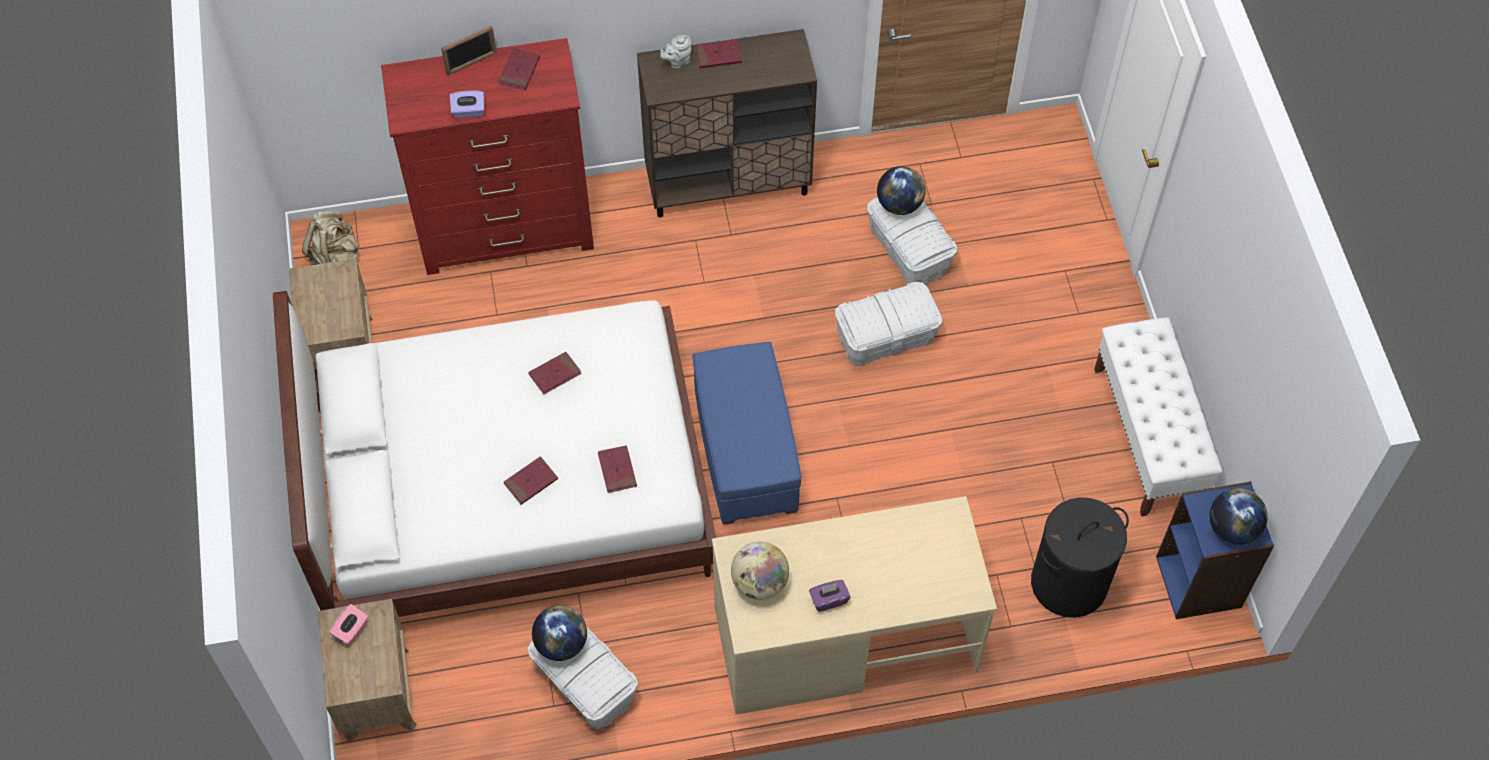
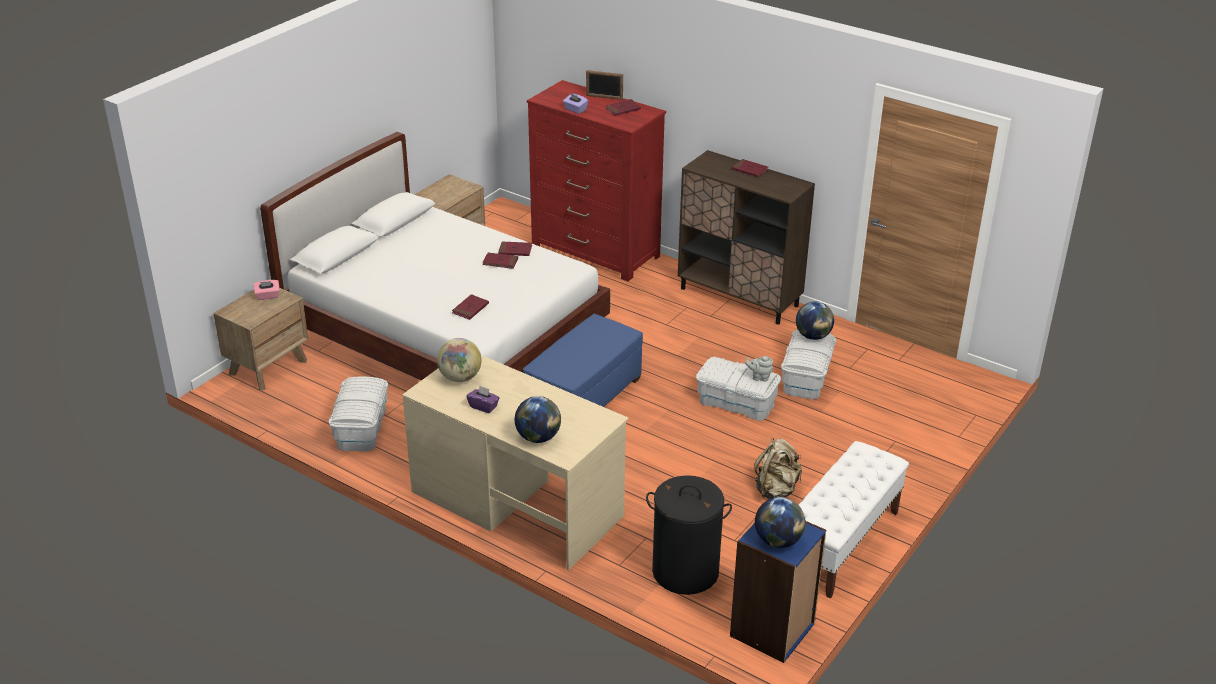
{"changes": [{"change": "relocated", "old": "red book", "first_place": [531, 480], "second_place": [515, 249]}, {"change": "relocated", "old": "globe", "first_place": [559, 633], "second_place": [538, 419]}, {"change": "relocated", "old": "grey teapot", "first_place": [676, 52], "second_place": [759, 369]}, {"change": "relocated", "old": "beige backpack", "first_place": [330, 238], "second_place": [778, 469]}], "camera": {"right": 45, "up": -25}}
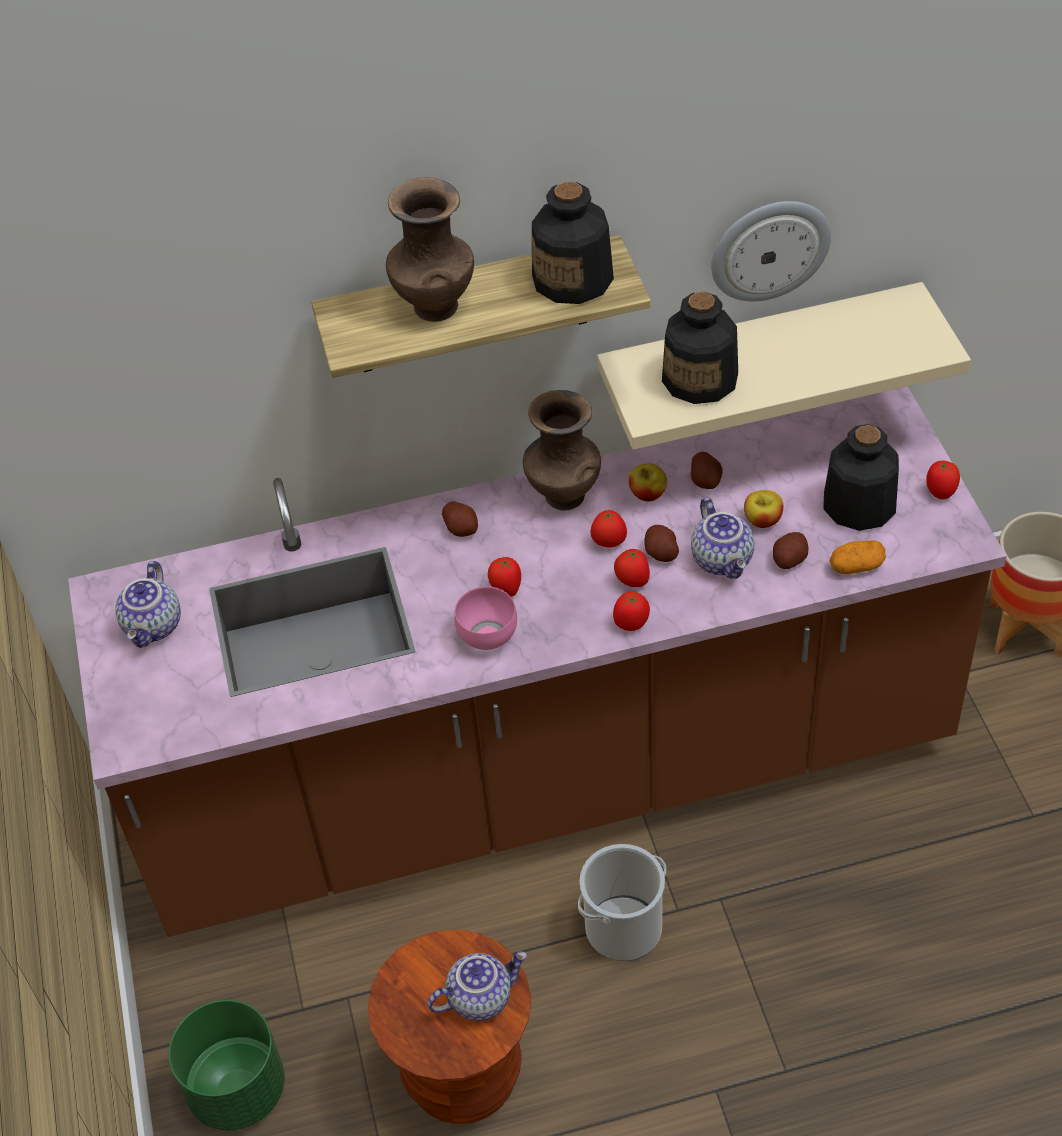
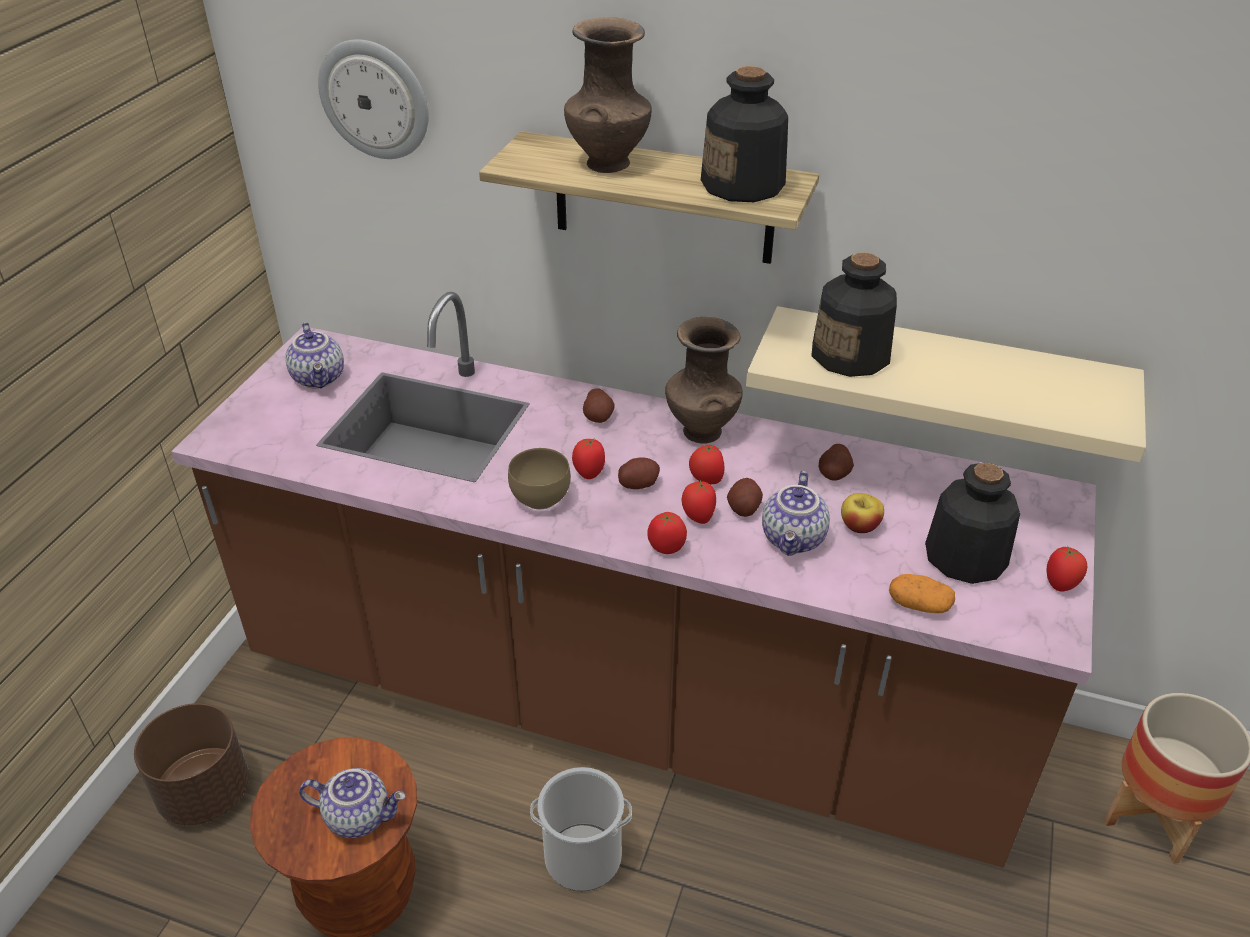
{"changes": [{"change": "colour", "old": "green planter", "new": "brown planter", "first_place": [226, 1065], "second_place": [191, 764]}, {"change": "spun", "old": "teapot", "first_place": [148, 604], "second_place": [314, 355], "degrees": -60}, {"change": "relocated", "old": "wall clock", "first_place": [771, 251], "second_place": [373, 99]}, {"change": "colour", "old": "pink bowl", "new": "brown bowl", "first_place": [485, 618], "second_place": [539, 478]}, {"change": "relocated", "old": "potato", "first_place": [791, 550], "second_place": [639, 473]}, {"change": "missing", "old": "apple", "first_place": [648, 482]}], "camera": {"right": 30, "up": -10}}
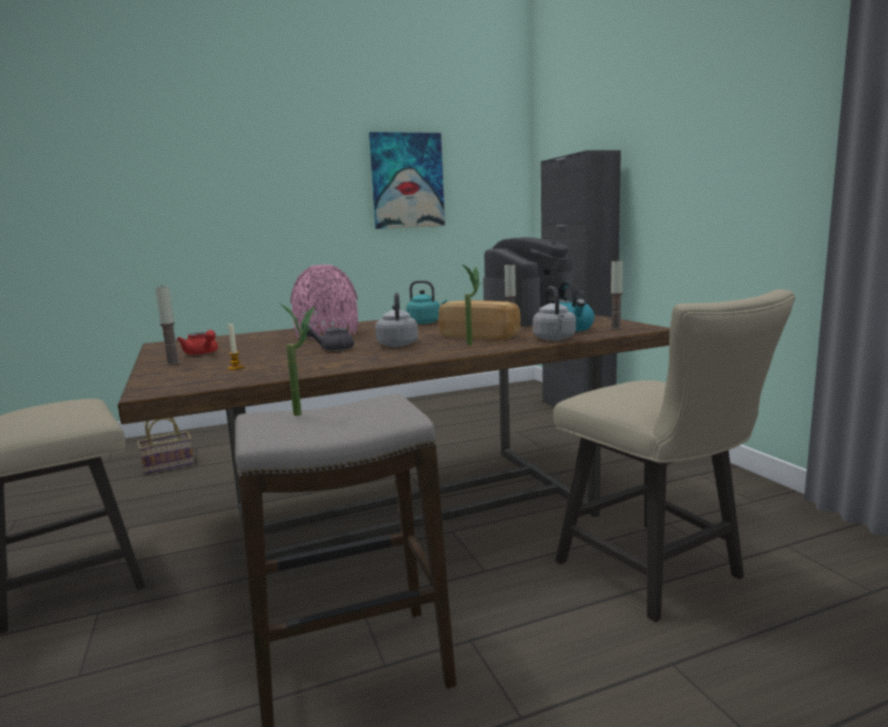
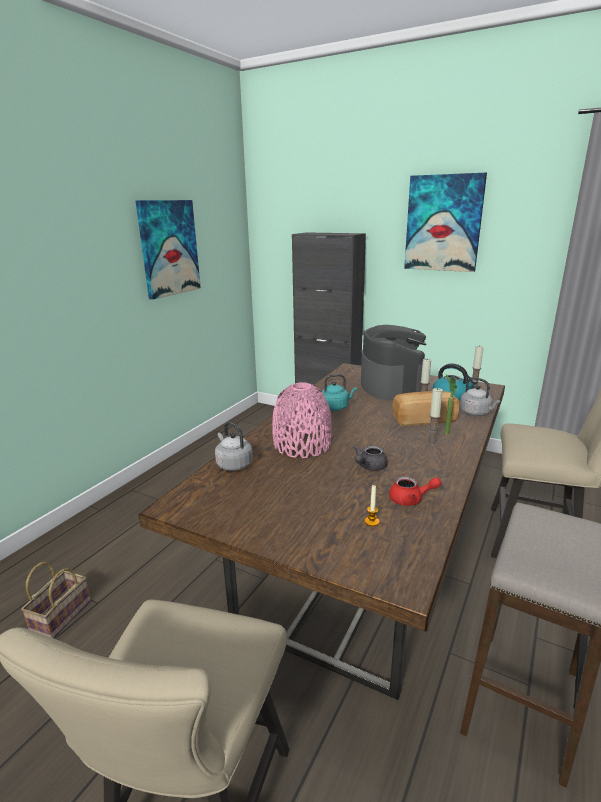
{"changes": [{"change": "relocated", "old": "grey kettle", "first_place": [396, 320], "second_place": [234, 446]}, {"change": "relocated", "old": "red teapot", "first_place": [197, 342], "second_place": [415, 491]}, {"change": "appeared", "new": "picture", "second_place": [445, 222]}, {"change": "relocated", "old": "candle", "first_place": [167, 325], "second_place": [435, 417]}, {"change": "missing", "old": "potted plant", "first_place": [297, 359]}], "camera": {"right": -40, "up": 10}}
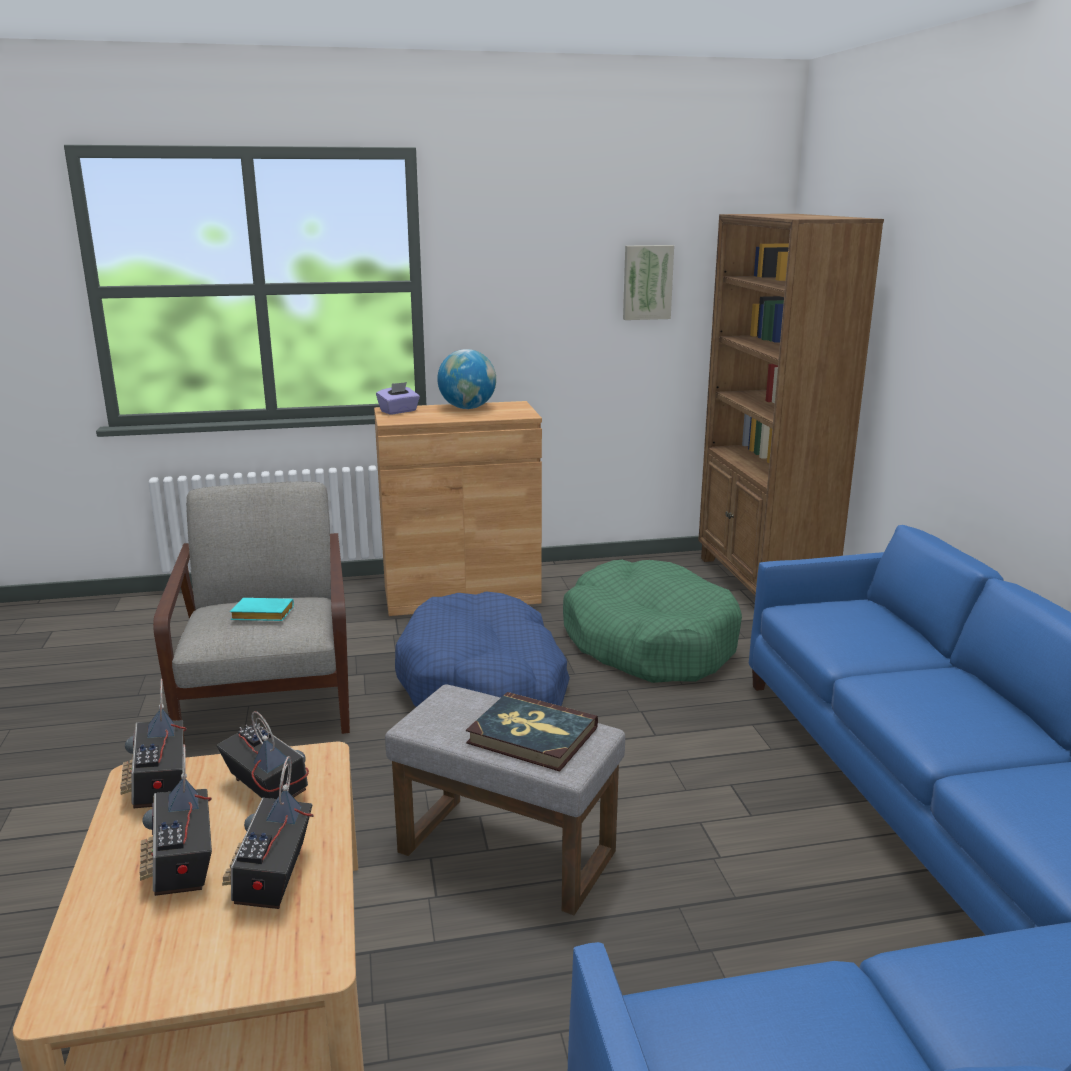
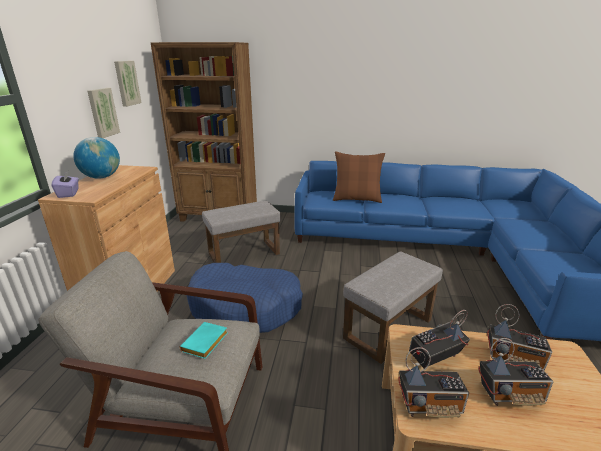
{"changes": [{"change": "appeared", "new": "picture", "second_place": [104, 113]}, {"change": "exchanged", "old": "green dog bed", "new": "grey ottoman", "first_place": [652, 621], "second_place": [241, 232]}, {"change": "appeared", "new": "brown pillow", "second_place": [359, 177]}, {"change": "missing", "old": "book", "first_place": [532, 731]}], "camera": {"right": -70, "up": 5}}
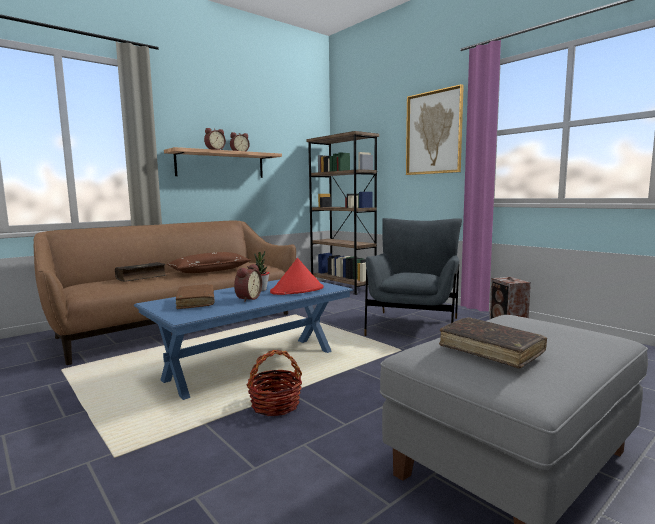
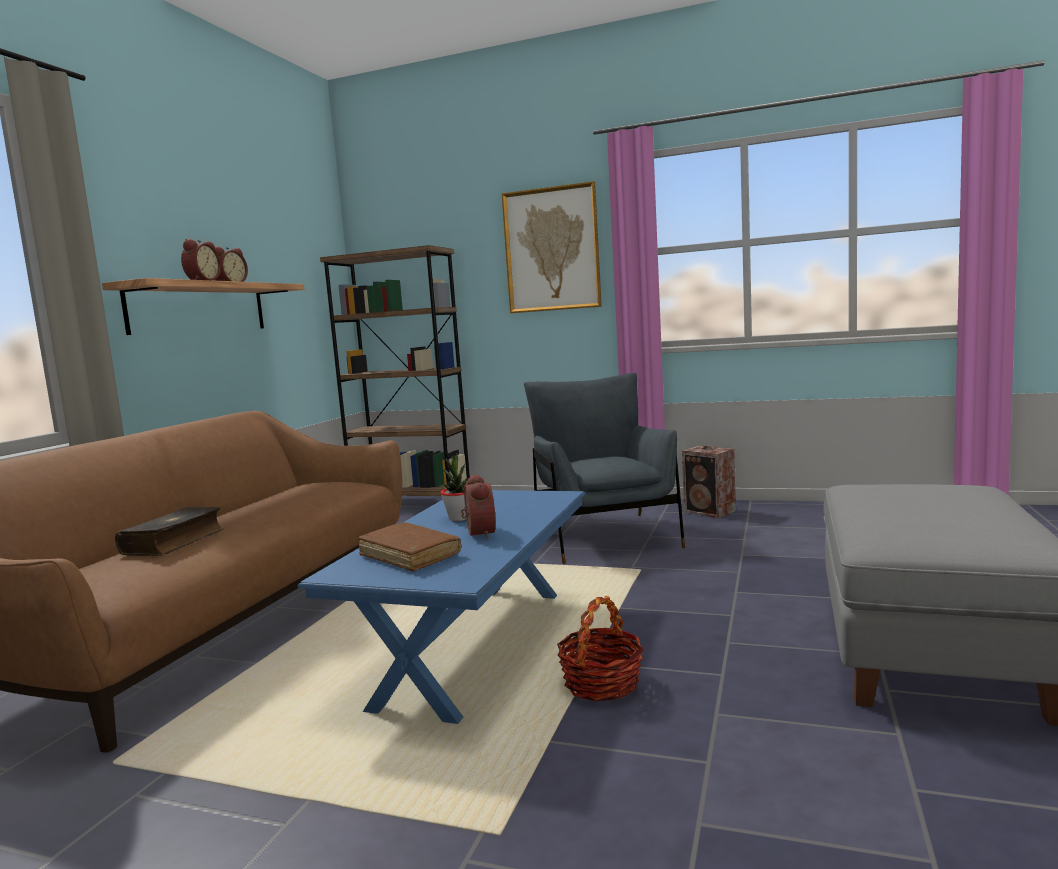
{"changes": [{"change": "missing", "old": "brown pillow", "first_place": [209, 262]}, {"change": "missing", "old": "red hat", "first_place": [297, 276]}, {"change": "missing", "old": "brown book", "first_place": [493, 343]}], "camera": {"right": -30, "up": 0}}
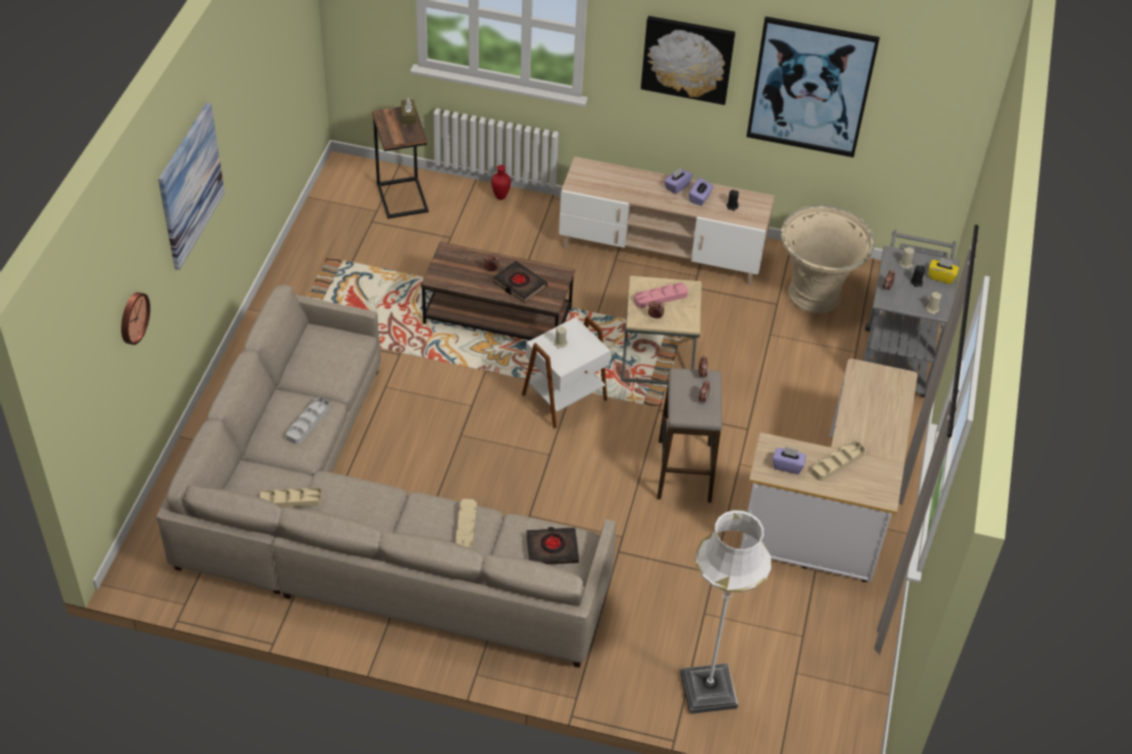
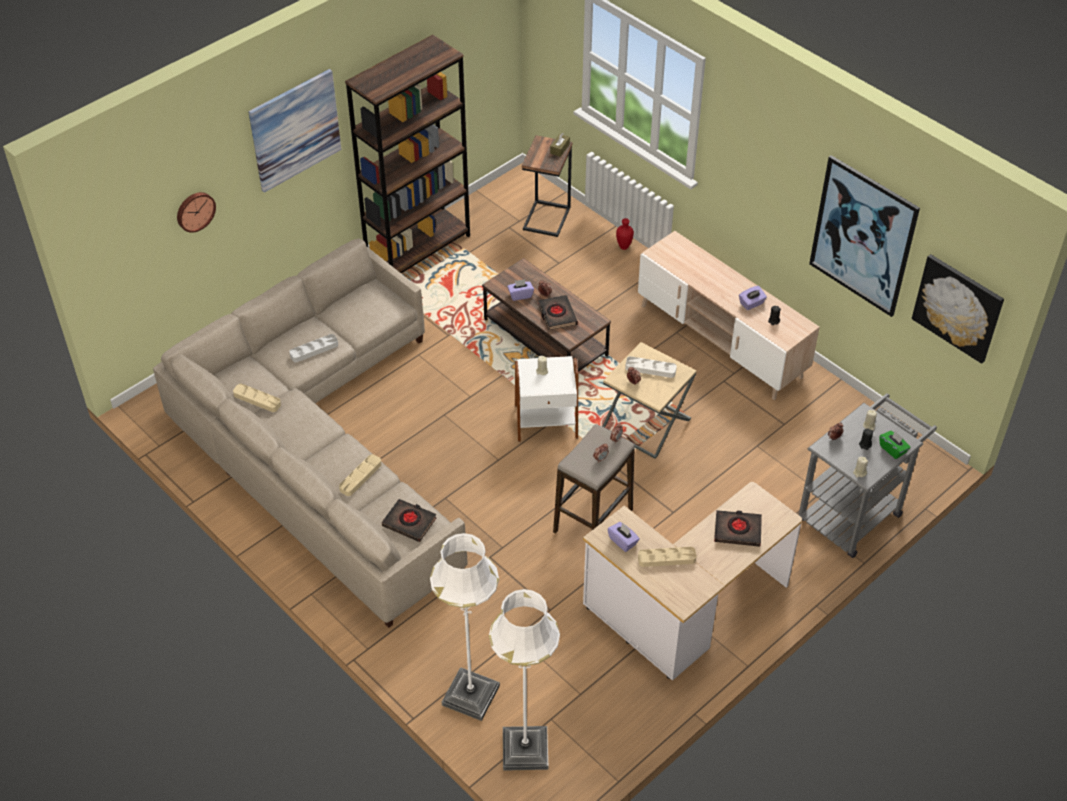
{"changes": [{"change": "appeared", "new": "brown bookcase", "second_place": [407, 154]}, {"change": "appeared", "new": "white floor lamp", "second_place": [524, 680]}, {"change": "relocated", "old": "purple tissue box", "first_place": [678, 181], "second_place": [520, 290]}, {"change": "colour", "old": "pink tray", "new": "white tray", "first_place": [661, 295], "second_place": [651, 367]}, {"change": "appeared", "new": "black book", "second_place": [738, 528]}, {"change": "colour", "old": "yellow tissue box", "new": "green tissue box", "first_place": [943, 271], "second_place": [894, 445]}, {"change": "relocated", "old": "picture", "first_place": [688, 60], "second_place": [958, 309]}, {"change": "missing", "old": "beige planter", "first_place": [828, 259]}], "camera": {"right": 35, "up": 0}}
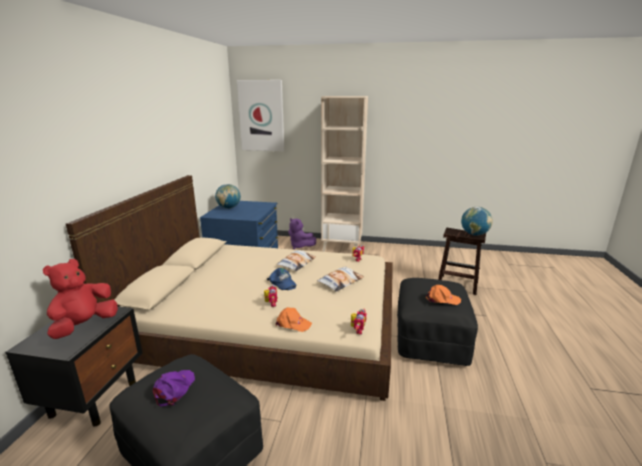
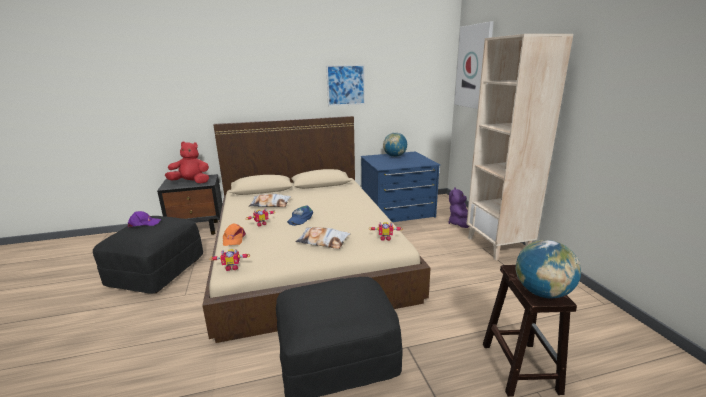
{"changes": [{"change": "relocated", "old": "pillow", "first_place": [296, 260], "second_place": [270, 200]}, {"change": "appeared", "new": "picture", "second_place": [345, 85]}, {"change": "missing", "old": "orange cap", "first_place": [443, 295]}], "camera": {"right": 65, "up": 0}}
